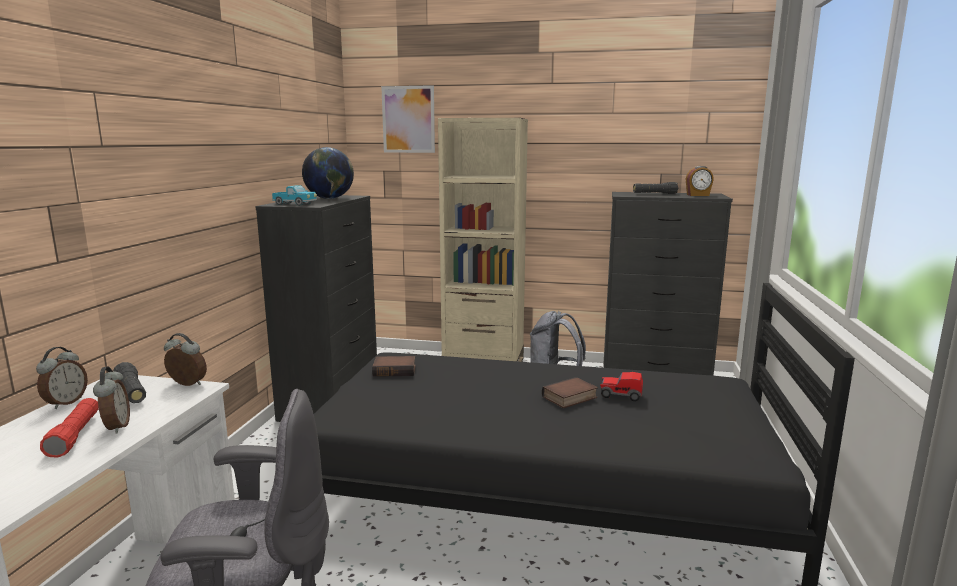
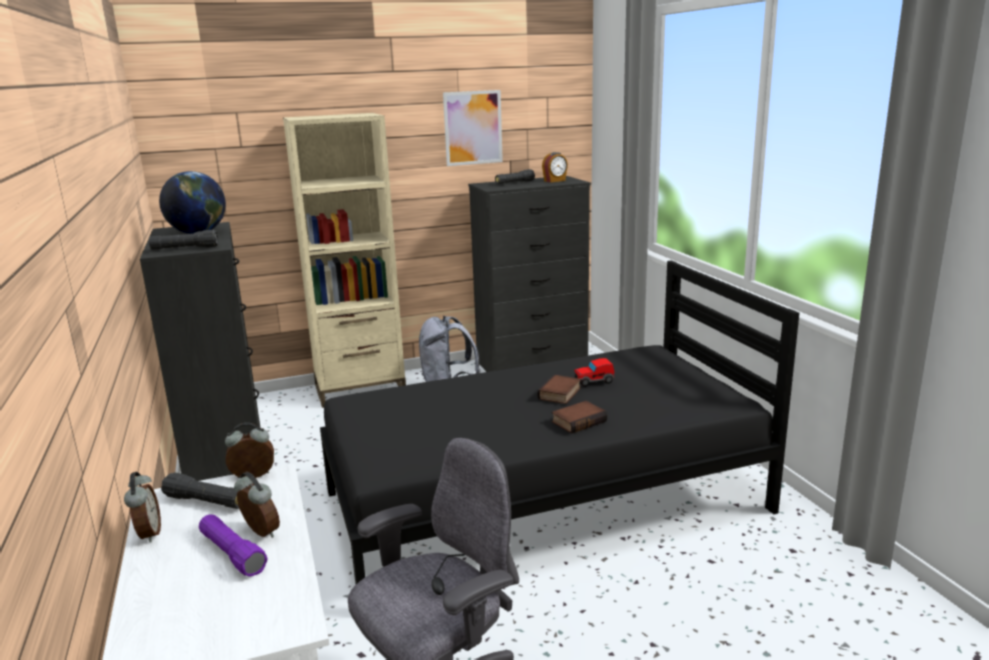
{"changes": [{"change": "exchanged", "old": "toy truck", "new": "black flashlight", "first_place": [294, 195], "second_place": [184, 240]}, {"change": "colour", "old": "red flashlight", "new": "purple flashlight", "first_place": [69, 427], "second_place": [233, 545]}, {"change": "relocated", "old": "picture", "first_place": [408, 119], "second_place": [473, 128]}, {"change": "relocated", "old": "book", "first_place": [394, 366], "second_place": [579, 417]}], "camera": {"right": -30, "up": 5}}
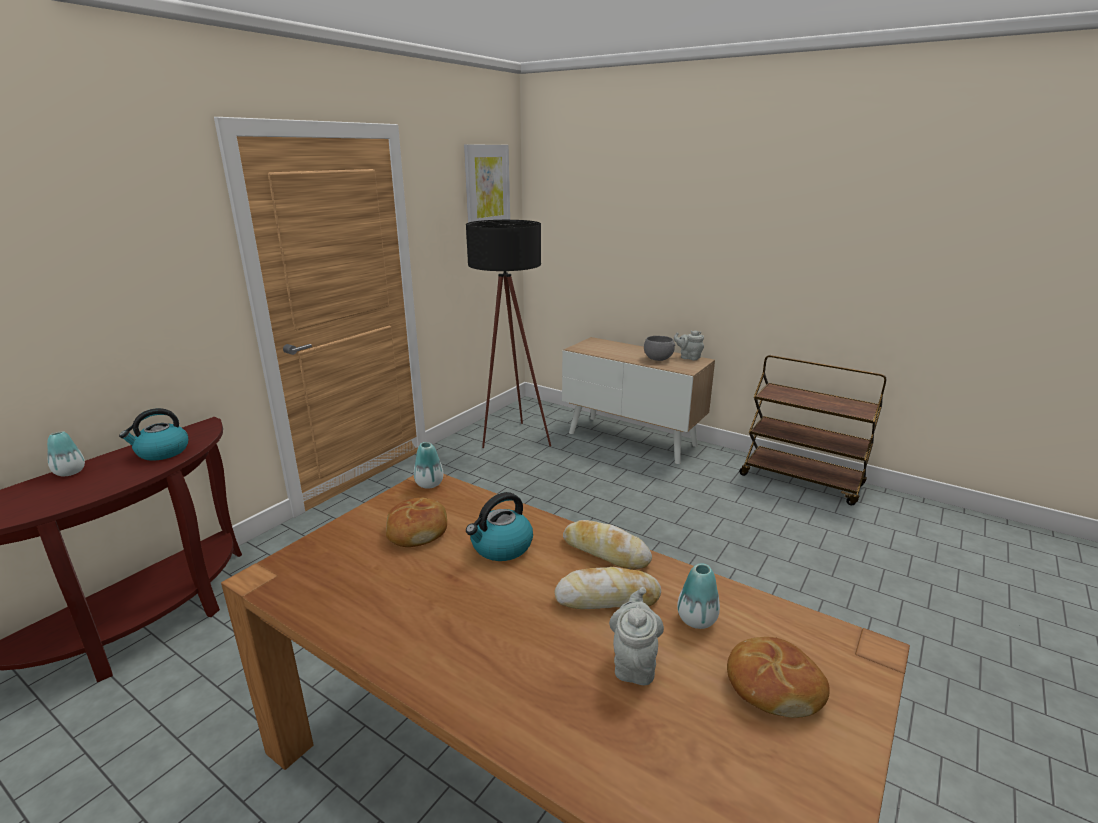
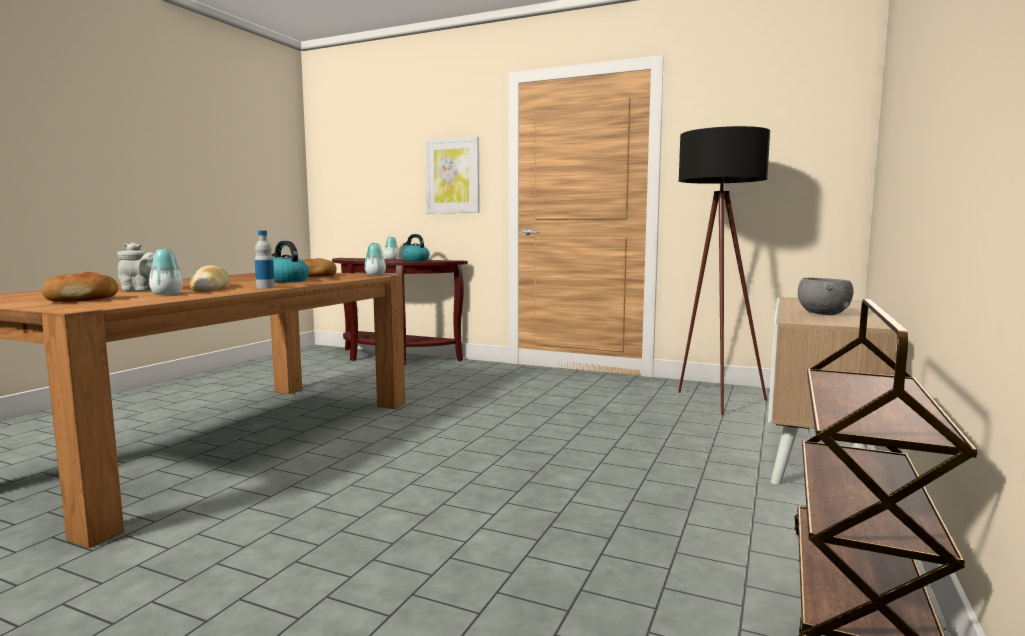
{"changes": [{"change": "exchanged", "old": "bread", "new": "bottle", "first_place": [607, 545], "second_place": [265, 259]}, {"change": "relocated", "old": "picture", "first_place": [487, 183], "second_place": [452, 174]}, {"change": "missing", "old": "grey teapot", "first_place": [689, 345]}], "camera": {"right": 80, "up": -15}}
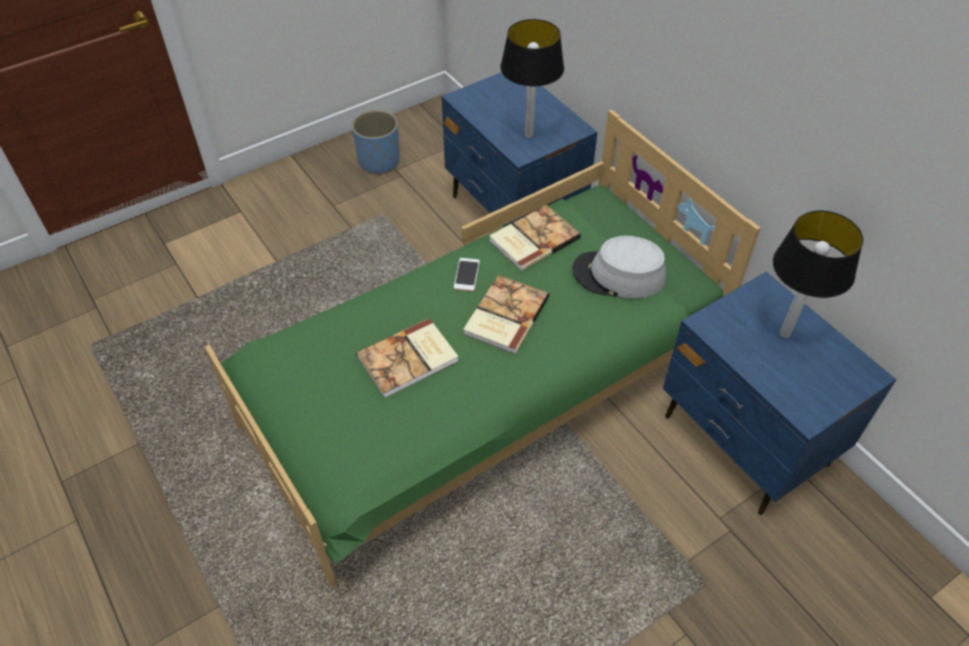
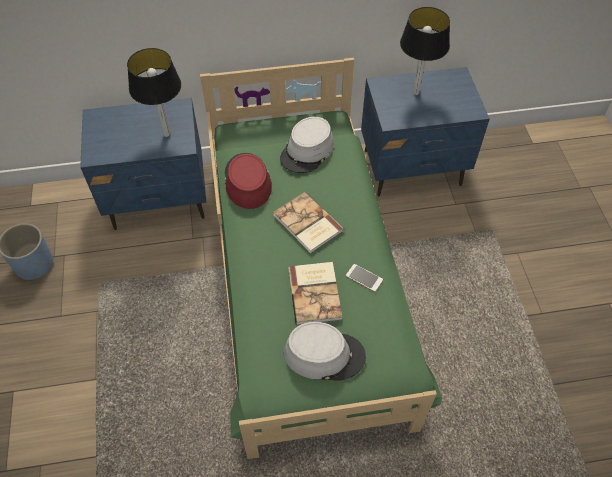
{"changes": [{"change": "exchanged", "old": "book", "new": "red hat", "first_place": [535, 238], "second_place": [248, 181]}, {"change": "appeared", "new": "grey hat", "second_place": [325, 351]}, {"change": "relocated", "old": "phone", "first_place": [467, 274], "second_place": [364, 278]}], "camera": {"right": -65, "up": 5}}
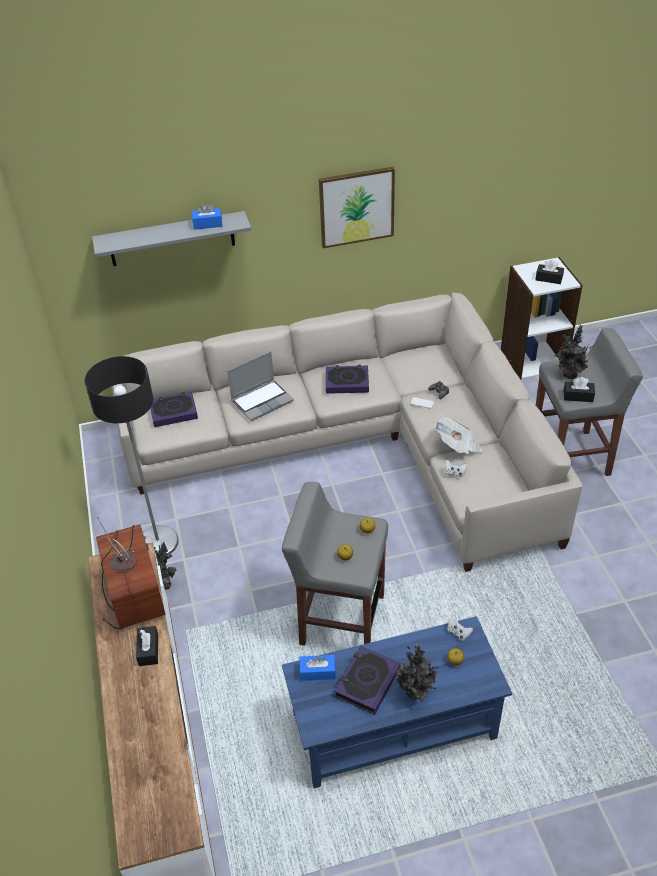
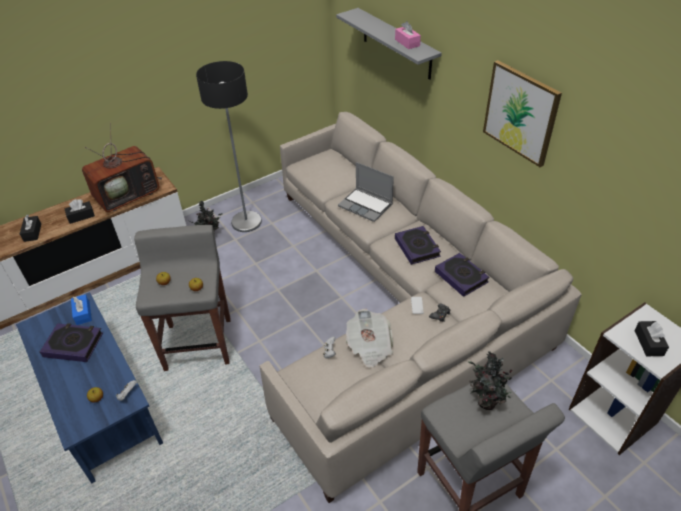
{"changes": [{"change": "relocated", "old": "black tissue box", "first_place": [579, 389], "second_place": [30, 228]}, {"change": "colour", "old": "blue tissue box", "new": "pink tissue box", "first_place": [207, 216], "second_place": [408, 35]}, {"change": "relocated", "old": "book", "first_place": [174, 409], "second_place": [462, 275]}, {"change": "missing", "old": "potted plant", "first_place": [417, 672]}], "camera": {"right": 70, "up": 0}}
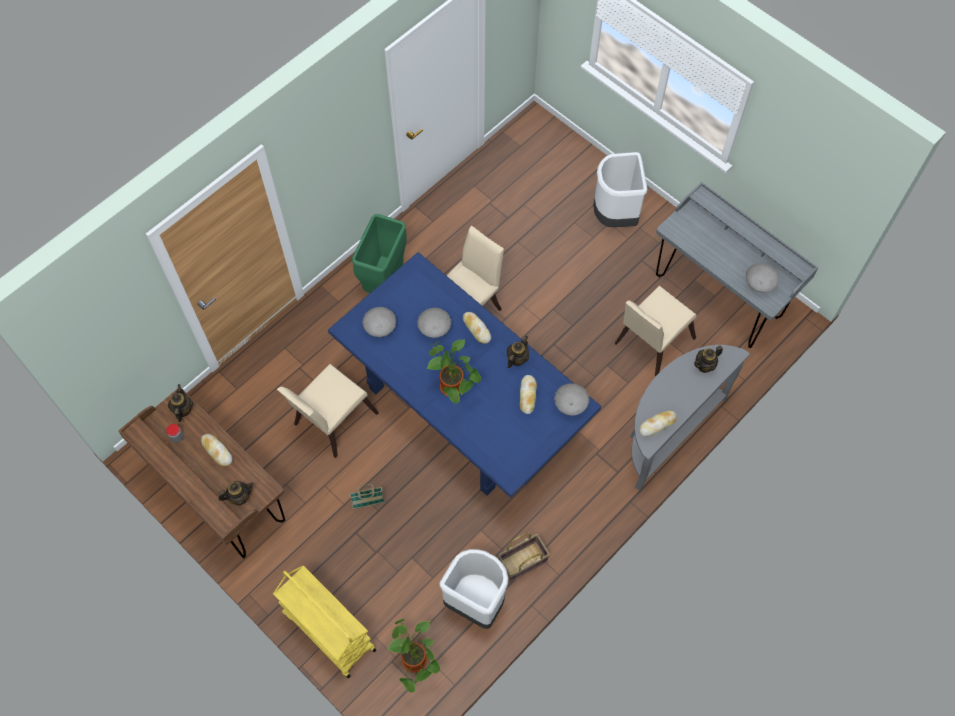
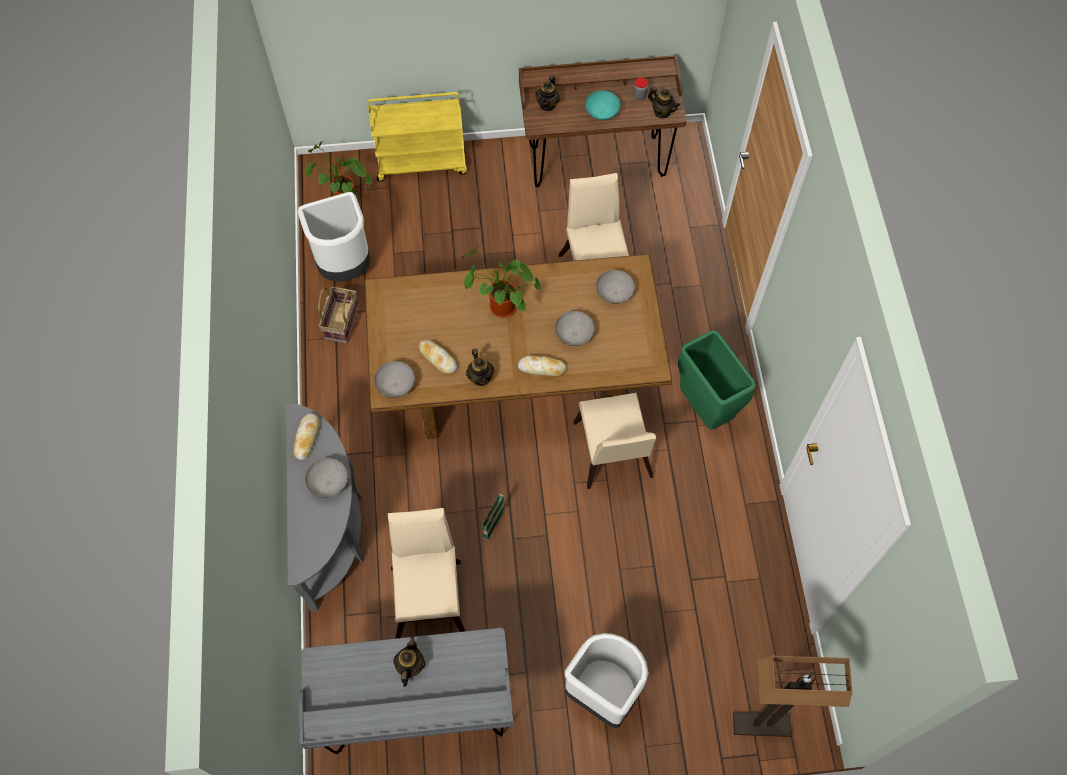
{"changes": [{"change": "relocated", "old": "grey bowl", "first_place": [762, 278], "second_place": [326, 478]}, {"change": "colour", "old": "blue dining table", "new": "brown dining table", "first_place": [464, 375], "second_place": [518, 346]}, {"change": "relocated", "old": "teapot", "first_place": [708, 359], "second_place": [409, 661]}, {"change": "relocated", "old": "basket", "first_place": [367, 496], "second_place": [493, 517]}, {"change": "exchanged", "old": "bread", "new": "turquoise bowl", "first_place": [216, 450], "second_place": [603, 105]}, {"change": "appeared", "new": "floor lamp", "second_place": [792, 696]}], "camera": {"right": 130, "up": 0}}
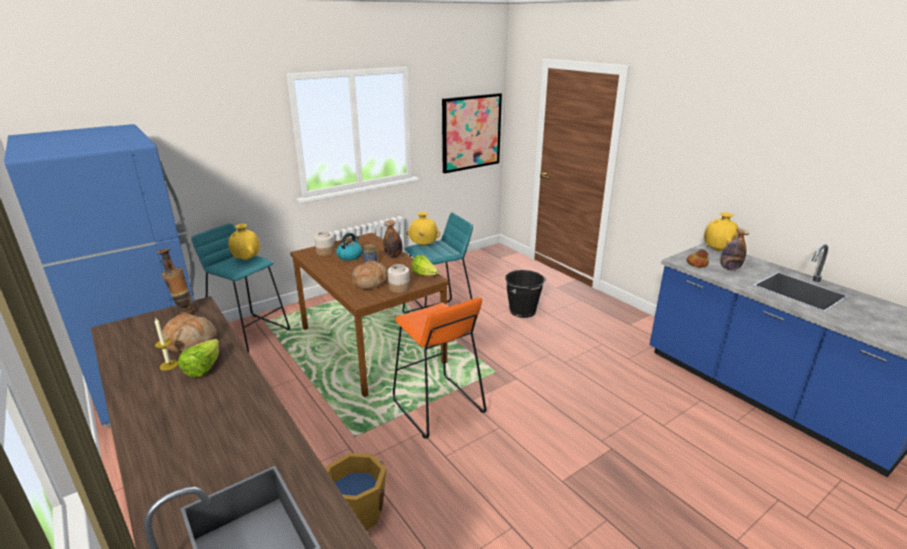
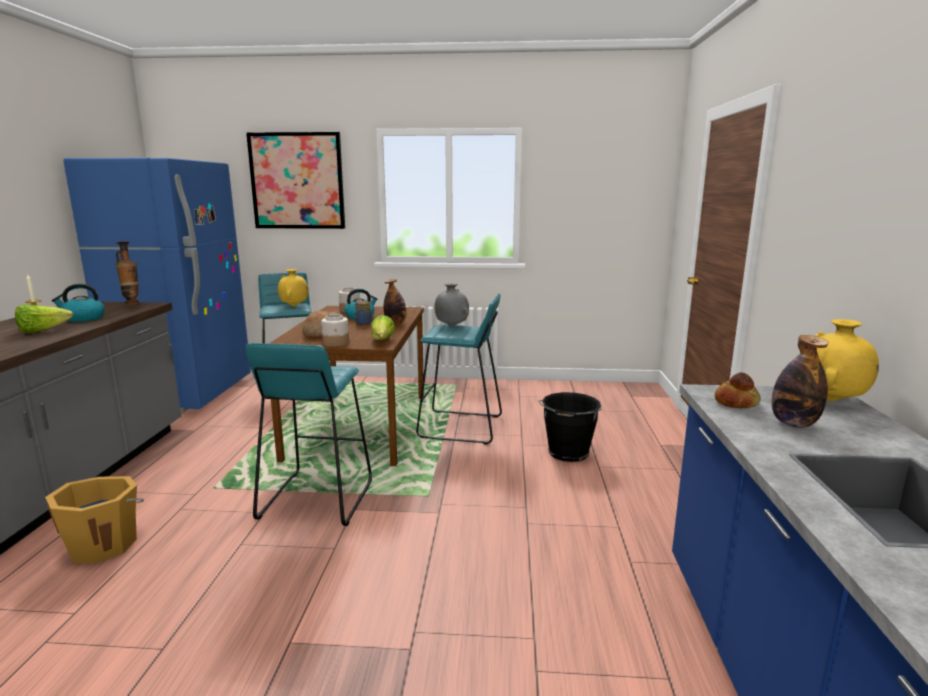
{"changes": [{"change": "exchanged", "old": "bread", "new": "kettle", "first_place": [189, 333], "second_place": [78, 303]}, {"change": "colour", "old": "orange stool", "new": "turquoise stool", "first_place": [439, 368], "second_place": [308, 434]}, {"change": "relocated", "old": "picture", "first_place": [472, 133], "second_place": [295, 180]}, {"change": "colour", "old": "yellow vase", "new": "grey vase", "first_place": [423, 229], "second_place": [451, 305]}], "camera": {"right": 40, "up": -10}}
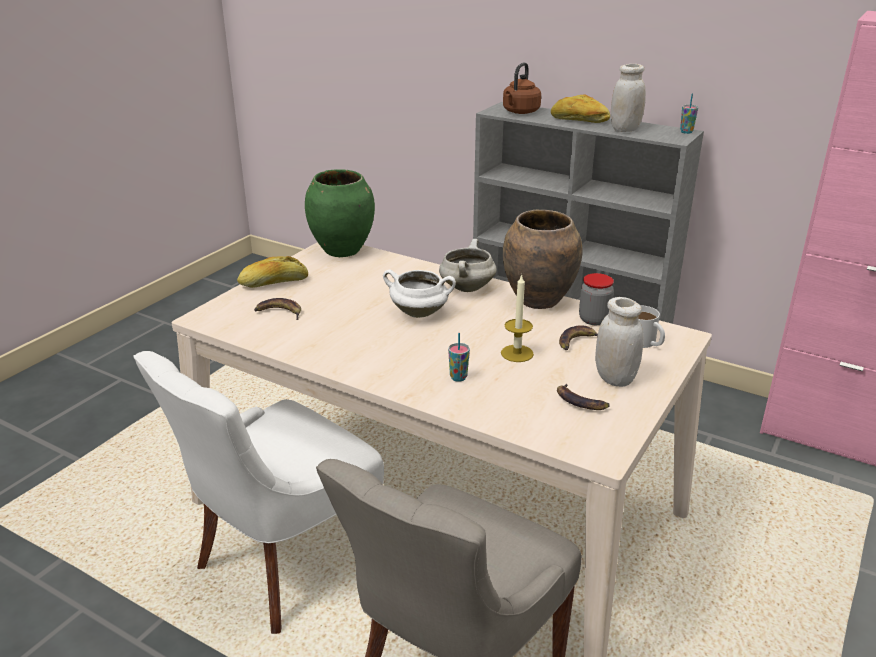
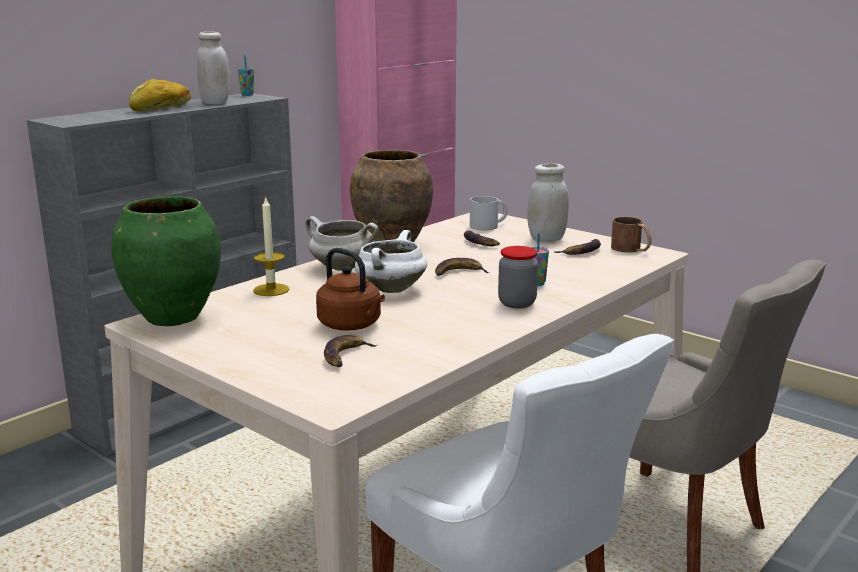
{"changes": [{"change": "relocated", "old": "candle", "first_place": [517, 318], "second_place": [271, 246]}, {"change": "relocated", "old": "brown kettle", "first_place": [522, 88], "second_place": [350, 289]}, {"change": "appeared", "new": "banana", "second_place": [462, 267]}, {"change": "relocated", "old": "jar", "first_place": [596, 299], "second_place": [518, 277]}, {"change": "appeared", "new": "brown mug", "second_place": [631, 235]}, {"change": "missing", "old": "bread", "first_place": [272, 272]}], "camera": {"right": -80, "up": -10}}
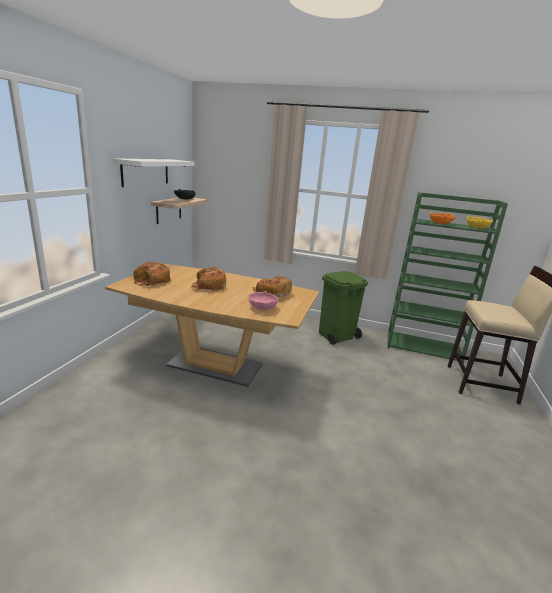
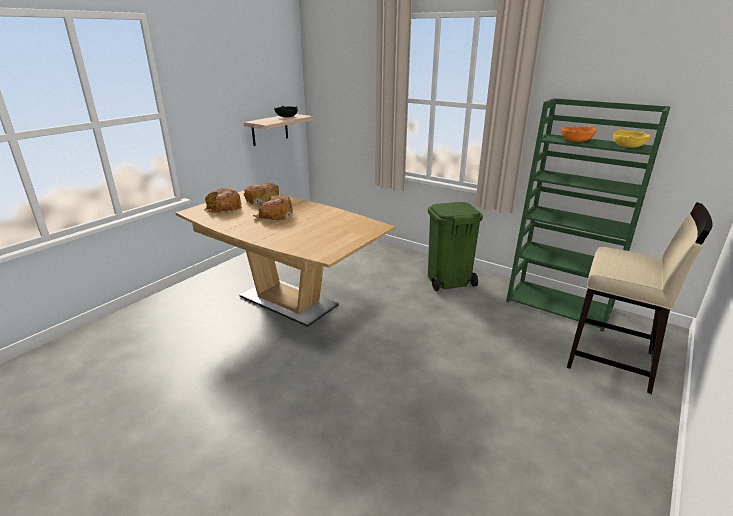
{"changes": [{"change": "relocated", "old": "bread", "first_place": [272, 287], "second_place": [261, 194]}, {"change": "missing", "old": "white shelf", "first_place": [153, 172]}, {"change": "missing", "old": "pink bowl", "first_place": [263, 300]}], "camera": {"right": 20, "up": 5}}
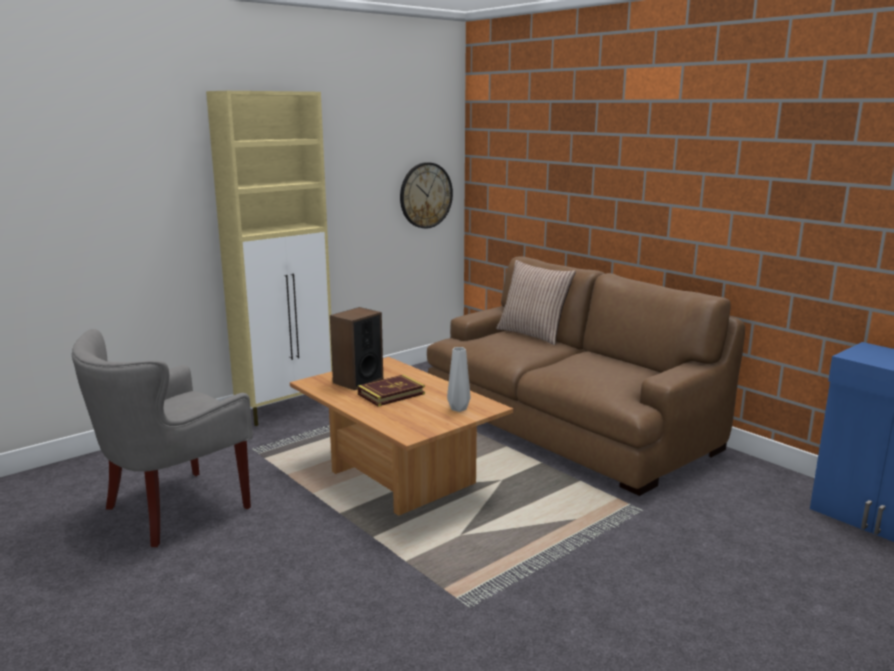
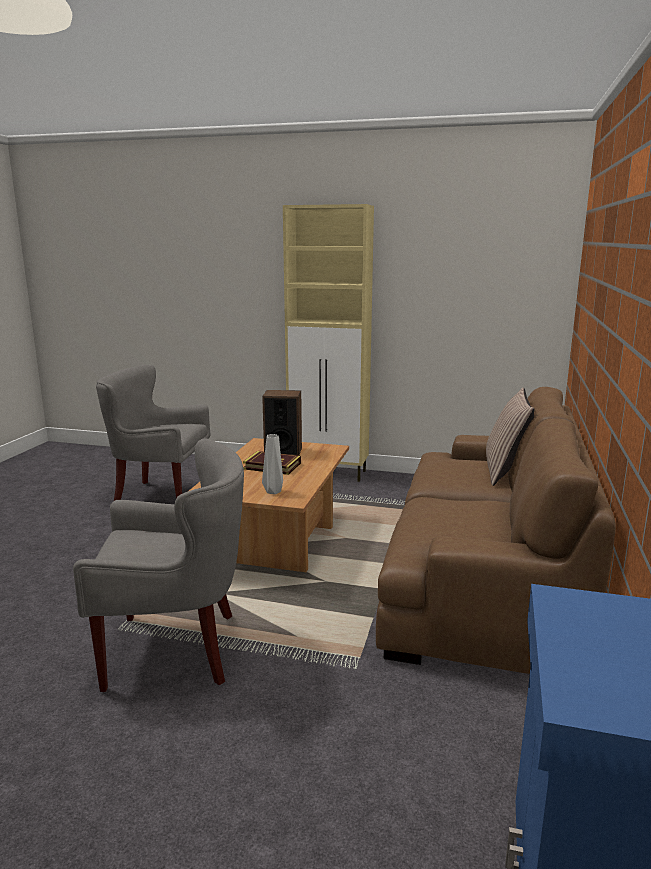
{"changes": [{"change": "appeared", "new": "grey armchair", "second_place": [158, 565]}, {"change": "missing", "old": "wall clock", "first_place": [426, 195]}], "camera": {"right": 55, "up": 0}}
